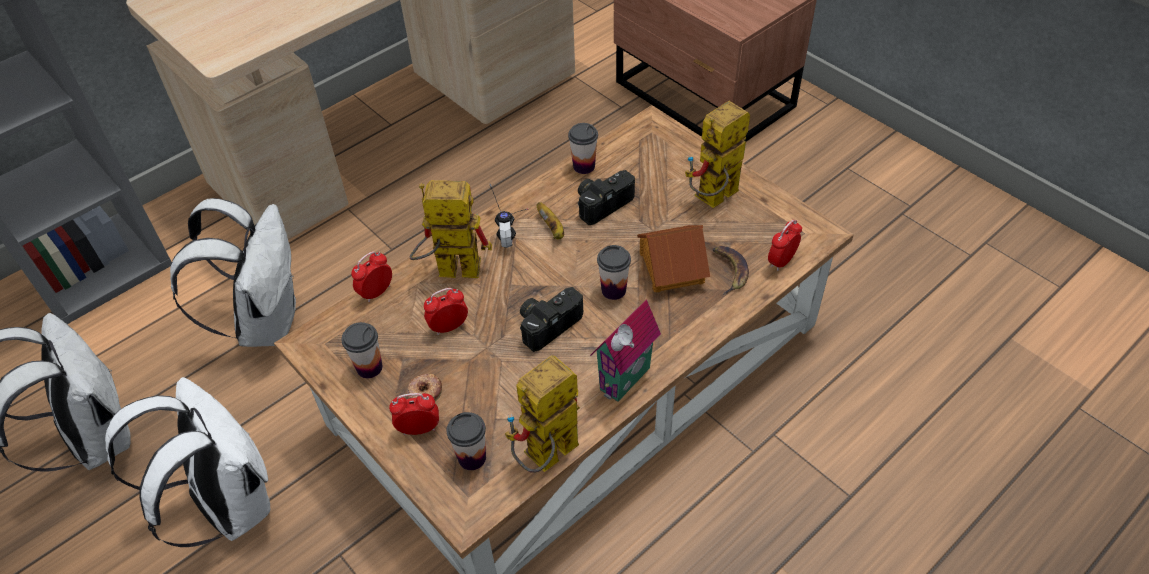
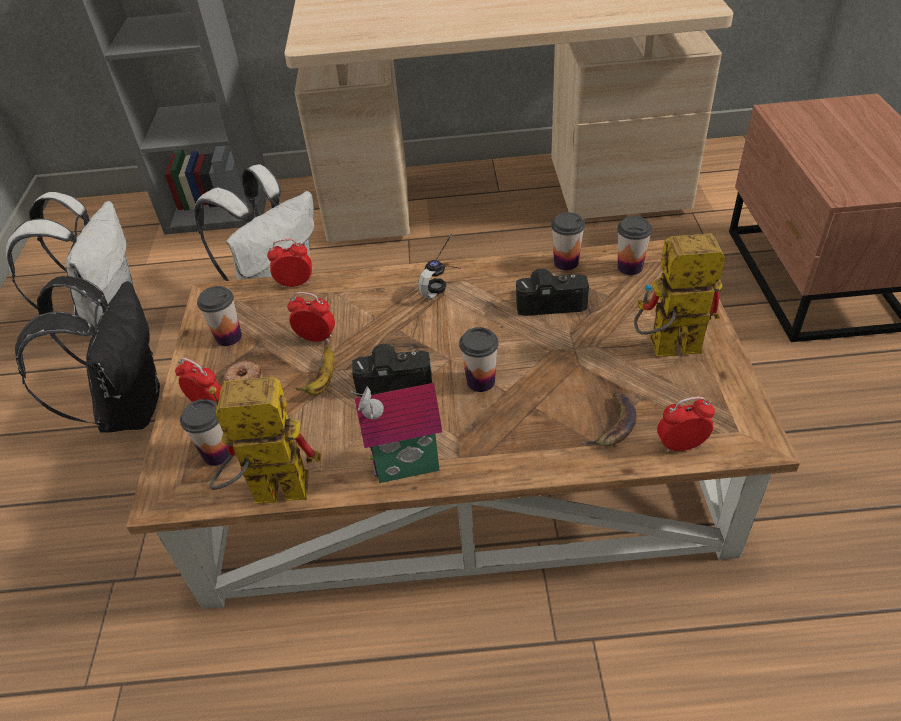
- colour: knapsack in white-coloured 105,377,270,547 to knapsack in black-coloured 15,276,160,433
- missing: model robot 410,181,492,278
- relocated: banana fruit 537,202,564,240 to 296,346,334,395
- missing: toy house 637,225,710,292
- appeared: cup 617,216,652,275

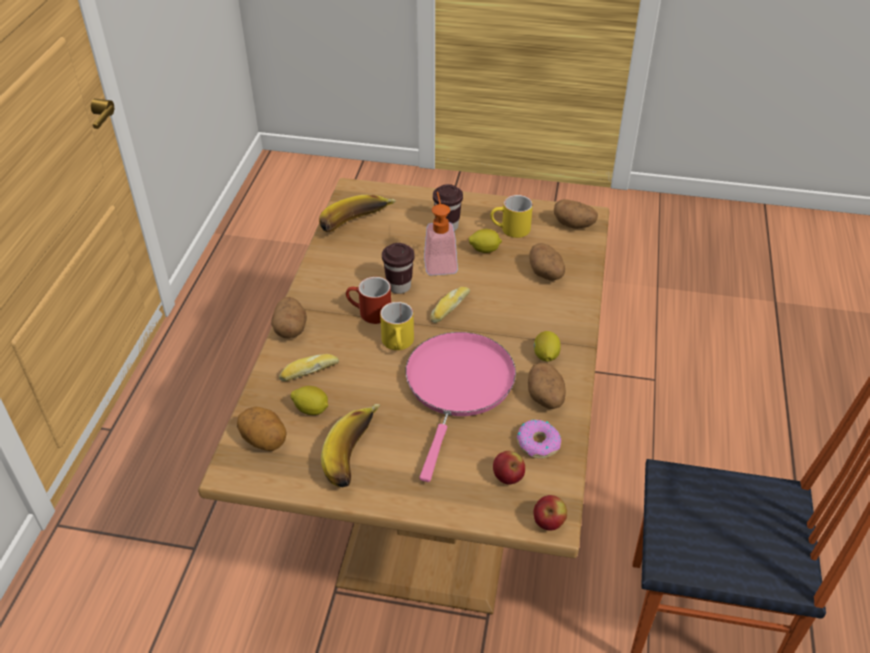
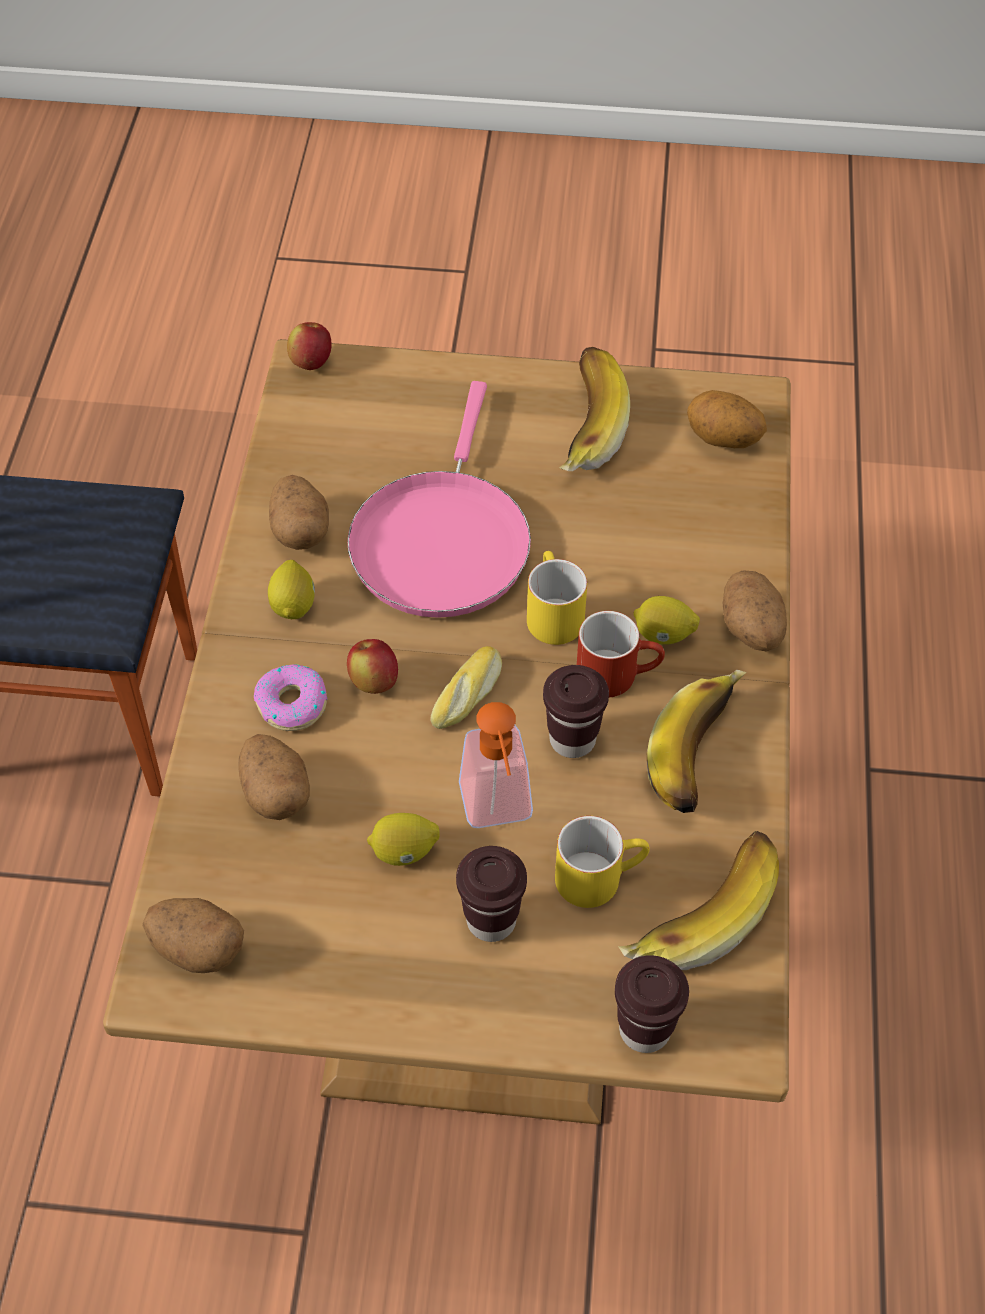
- missing: bakery bread 279,354,339,381
- relocated: lemon 291,386,328,415 to 634,596,700,645
- relocated: tea mug in yellow 490,195,533,238 to 555,816,650,908
- relocated: apple fruit 493,451,525,484 to 347,639,398,694
- relocated: donut 517,419,561,458 to 254,664,327,731
- appeared: cup in brown 615,955,689,1053
- appeared: banana fruit 647,670,747,813

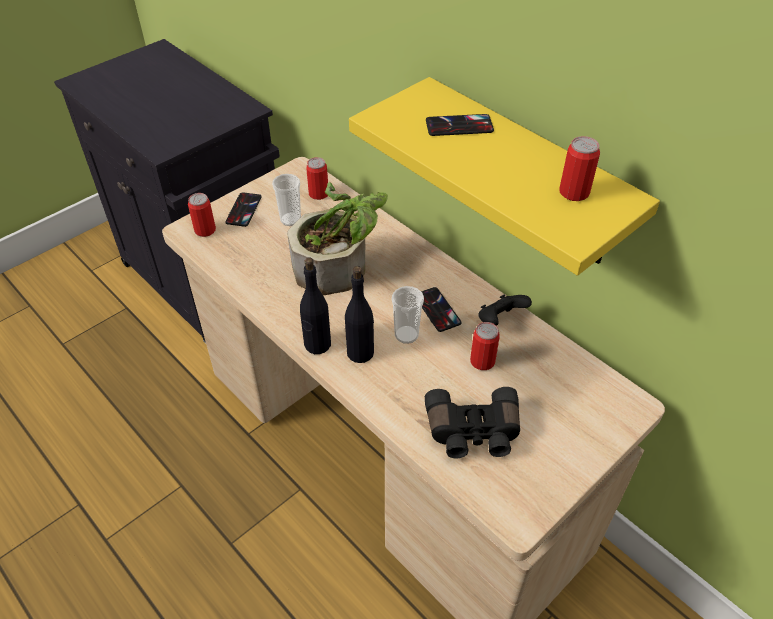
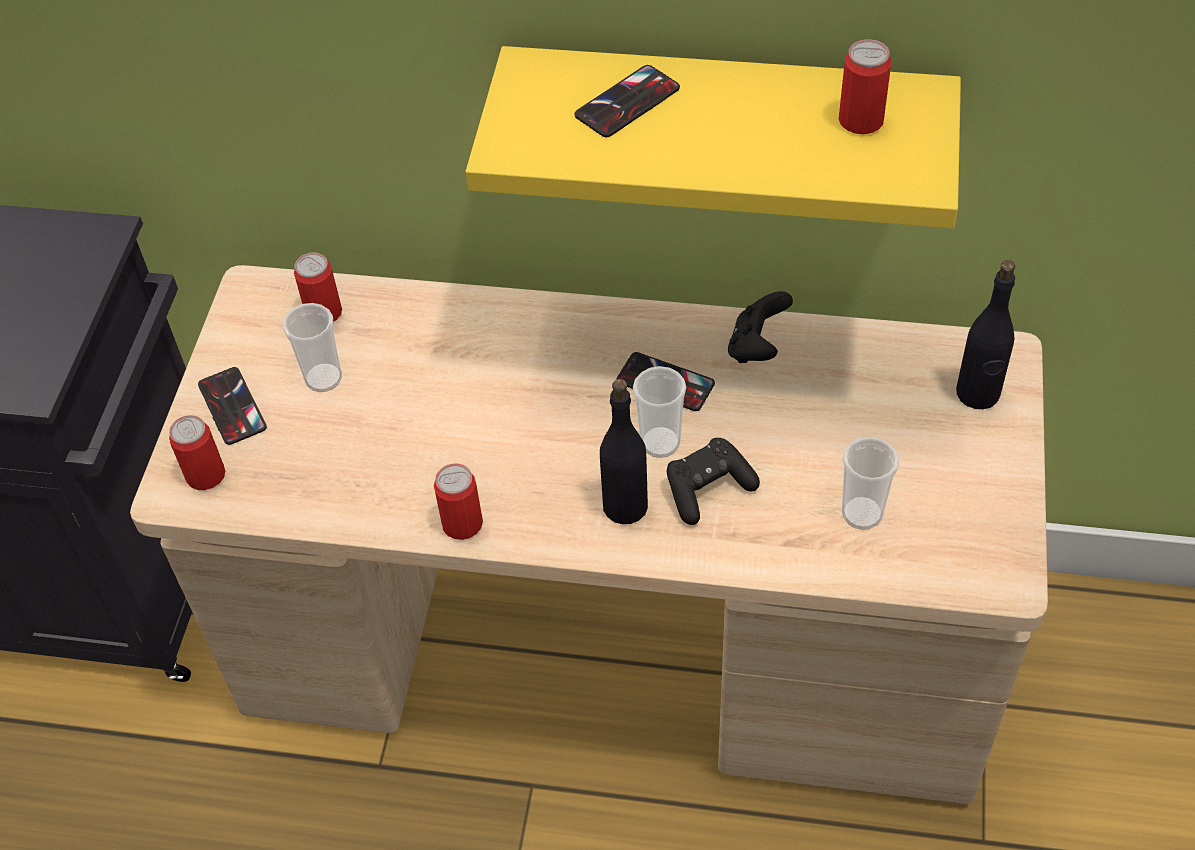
- missing: potted plant 287,182,388,296
- relocated: beverage bottle in black-coloured 300,258,331,354 to 956,260,1015,409
- exchanged: field glasses in black-coloured 425,387,520,459 to cup 842,437,899,530
- relocated: sealed can 470,322,500,370 to 434,463,483,540
- appeared: joypad in black-coloured 667,438,760,525

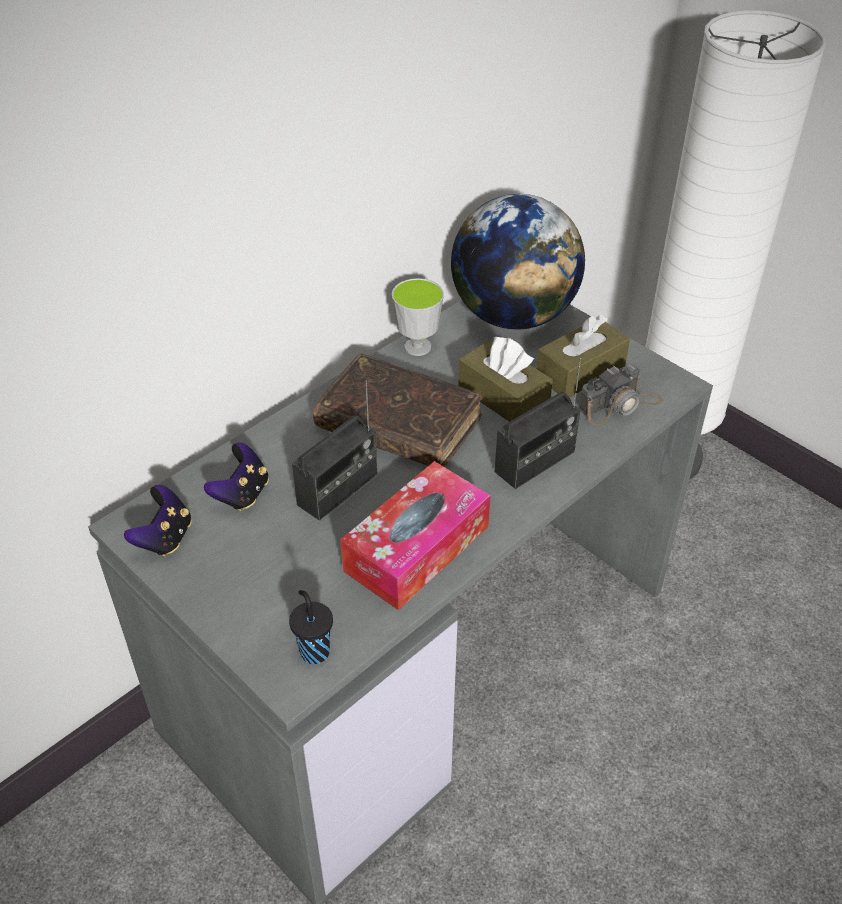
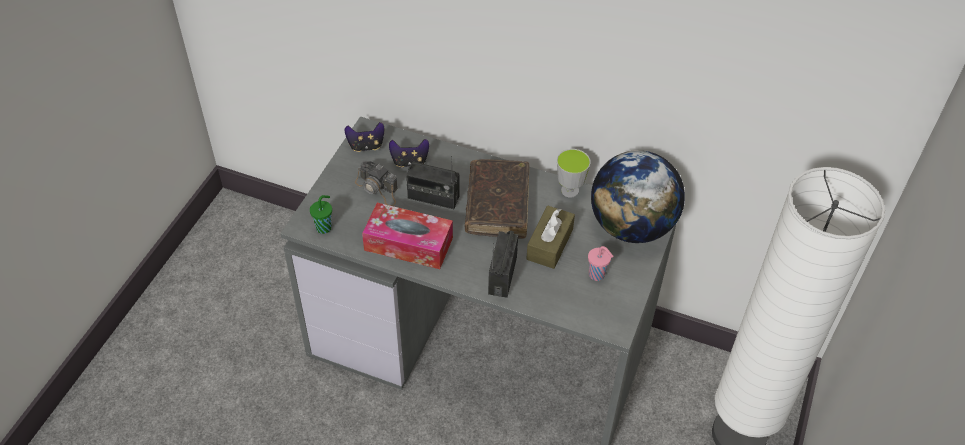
- colour: cup in black-coloured 289,590,333,664 to cup in greenish 310,195,332,234
- spun: radio 495,357,581,489 = 488,231,518,298 75 degrees clockwise
- exchanged: tissue box in brown 537,315,630,397 to cup in pinkish 588,246,613,281
- relocated: still camera 579,364,662,425 to 355,161,398,206

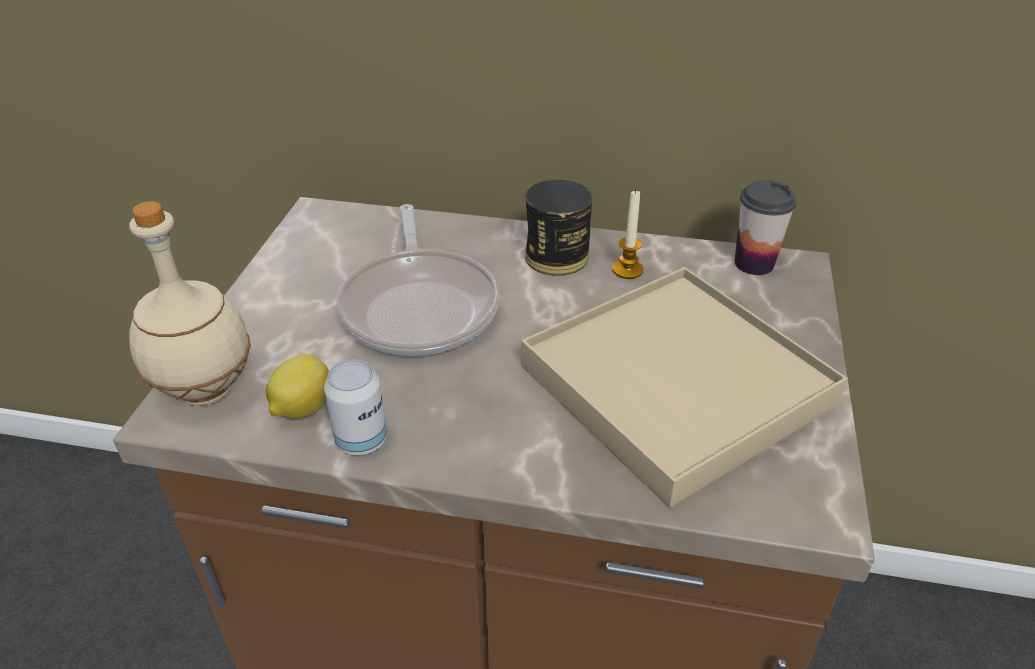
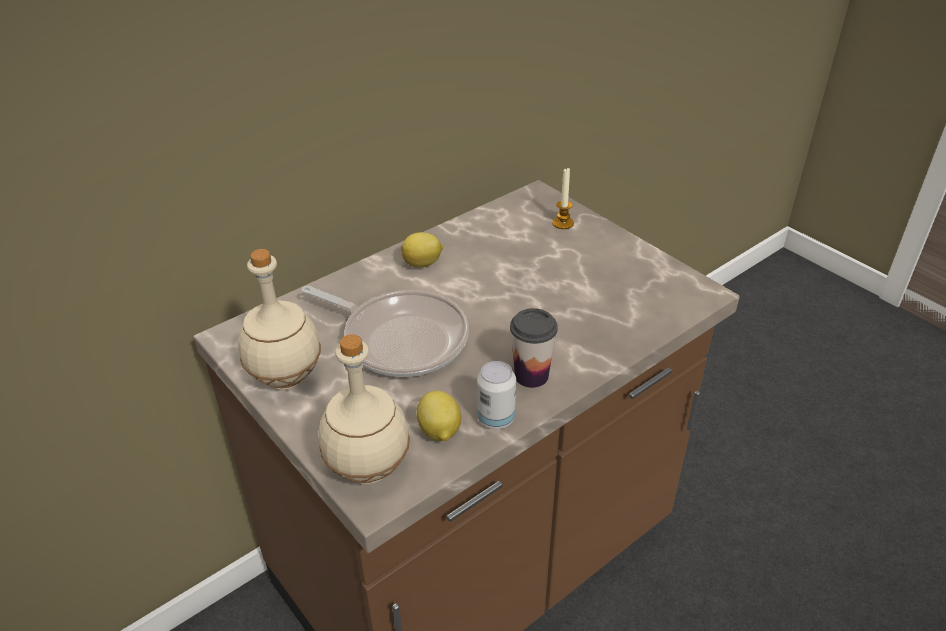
- missing: tray in beige-coloured 521,267,848,508
- exchanged: sealed can 525,180,592,276 to lemon 401,232,443,268
- relocated: candle 612,189,643,279 to 553,168,574,229
- relocated: cup 735,180,797,275 to 510,308,558,388
- appeared: beverage bottle in beige-coloured 238,249,321,391

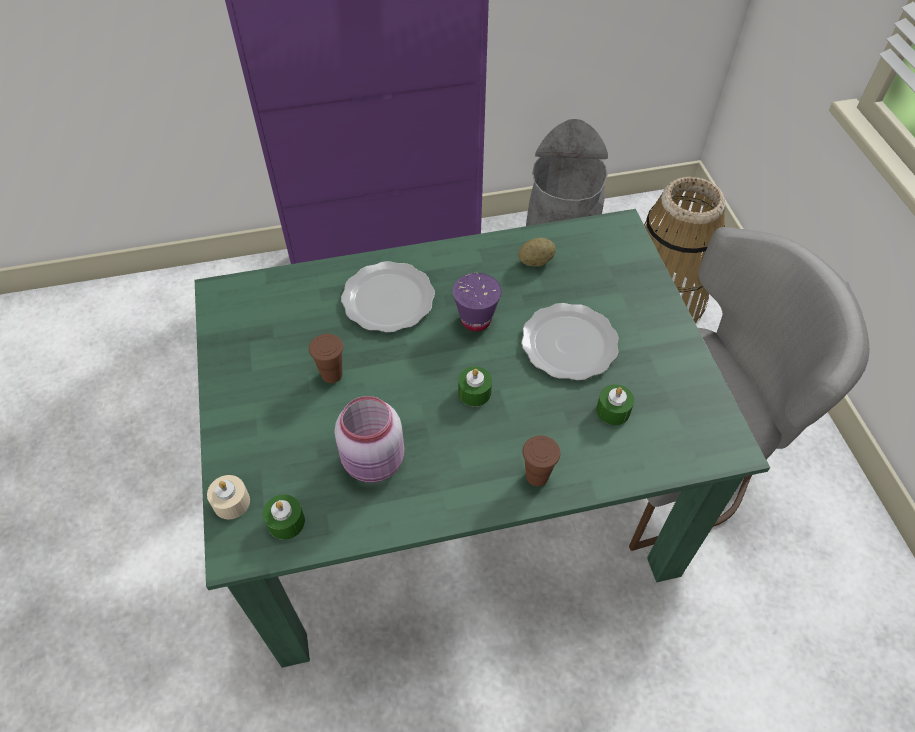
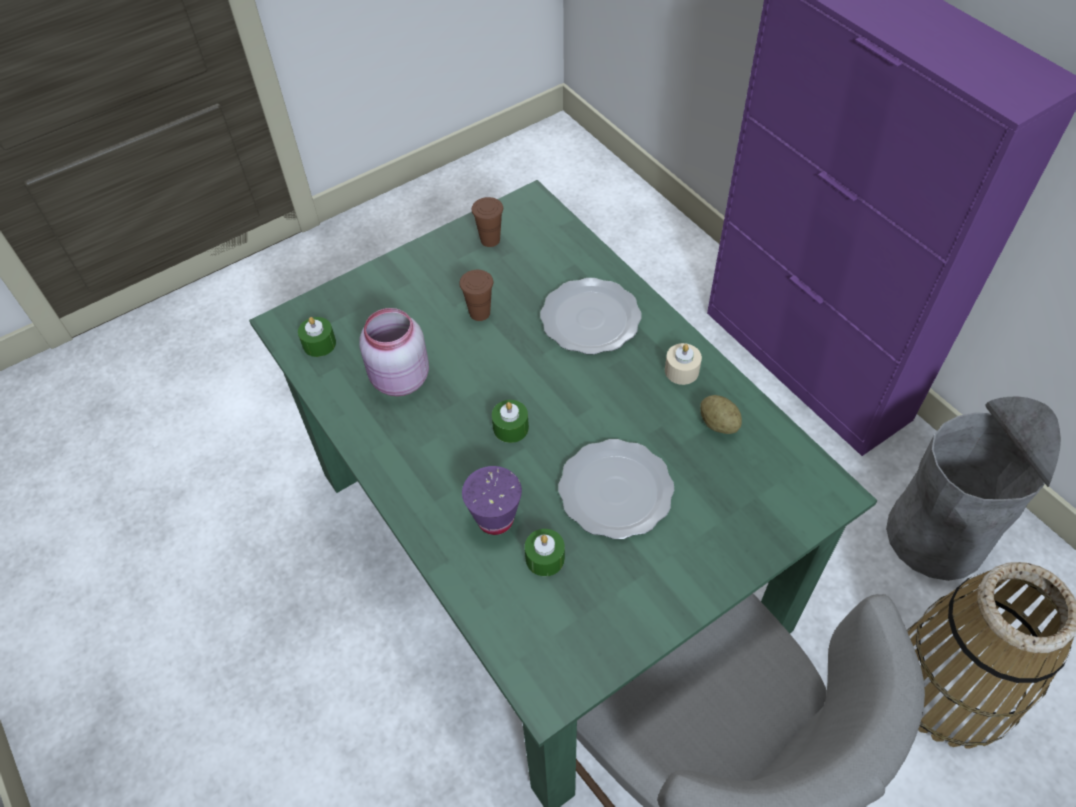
- relocated: candle in beige-coloured 207,475,250,519 to 665,343,702,385
- relocated: cup in purplish 453,273,501,331 to 462,466,522,535
- relocated: cup in brown 523,435,560,486 to 472,197,503,247

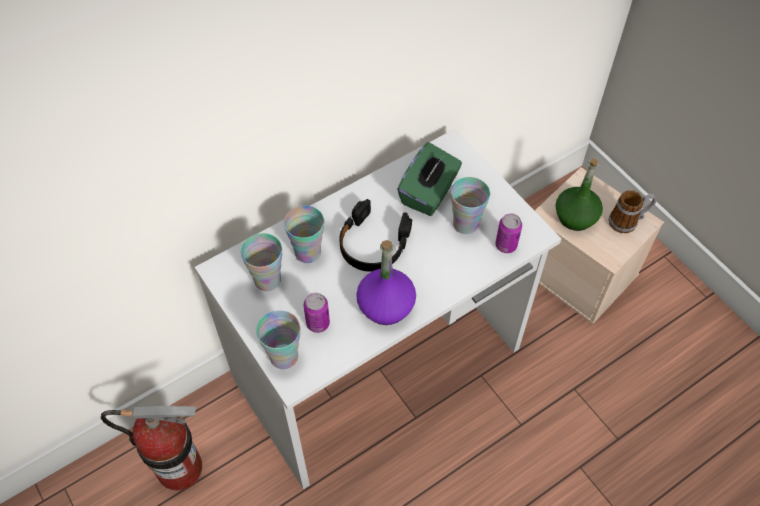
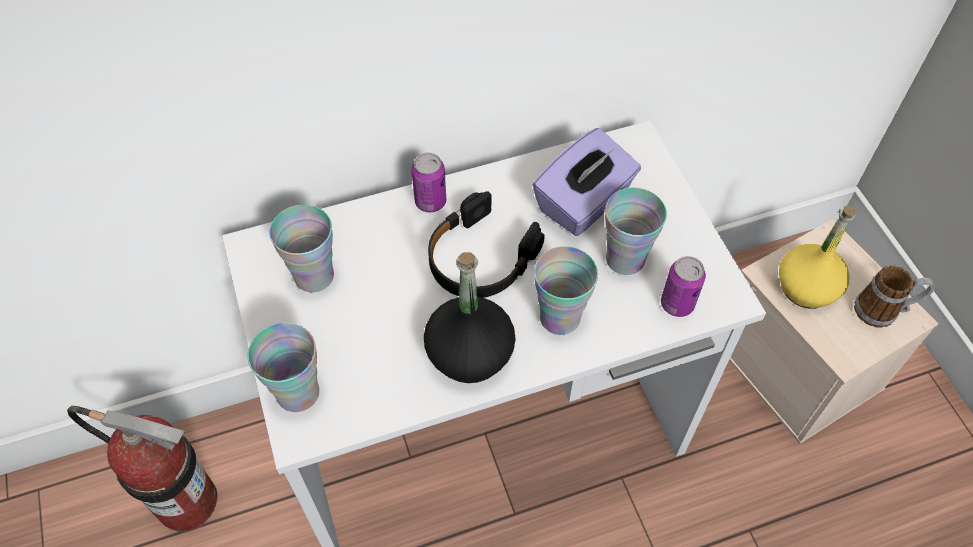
- relocated: cup 284,205,324,263 to 534,246,598,335
- relocated: sealed can 304,293,330,333 to 411,153,446,212
- colour: beverage bottle in purplish 356,240,416,325 to beverage bottle in black-coloured 424,252,516,383
- colour: tissue box in greenish 397,142,462,216 to tissue box in purplish 533,128,641,236
- colour: beverage bottle in greenish 555,158,603,231 to beverage bottle in yellow 779,205,855,309

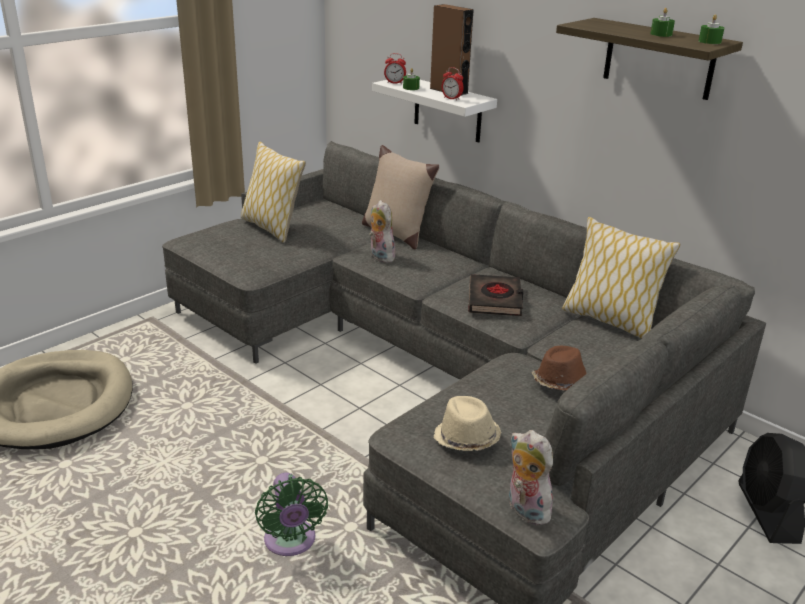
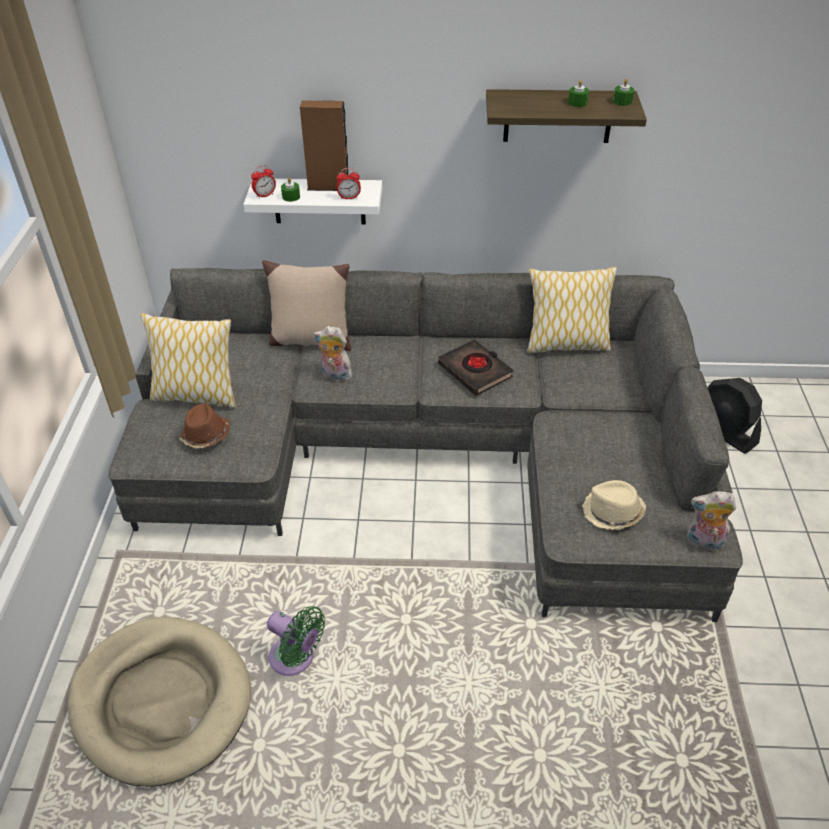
- relocated: electric fan in greenish 255,473,328,556 to 267,606,325,676
- relocated: wearable hat in brown 532,346,587,390 to 179,403,230,448

